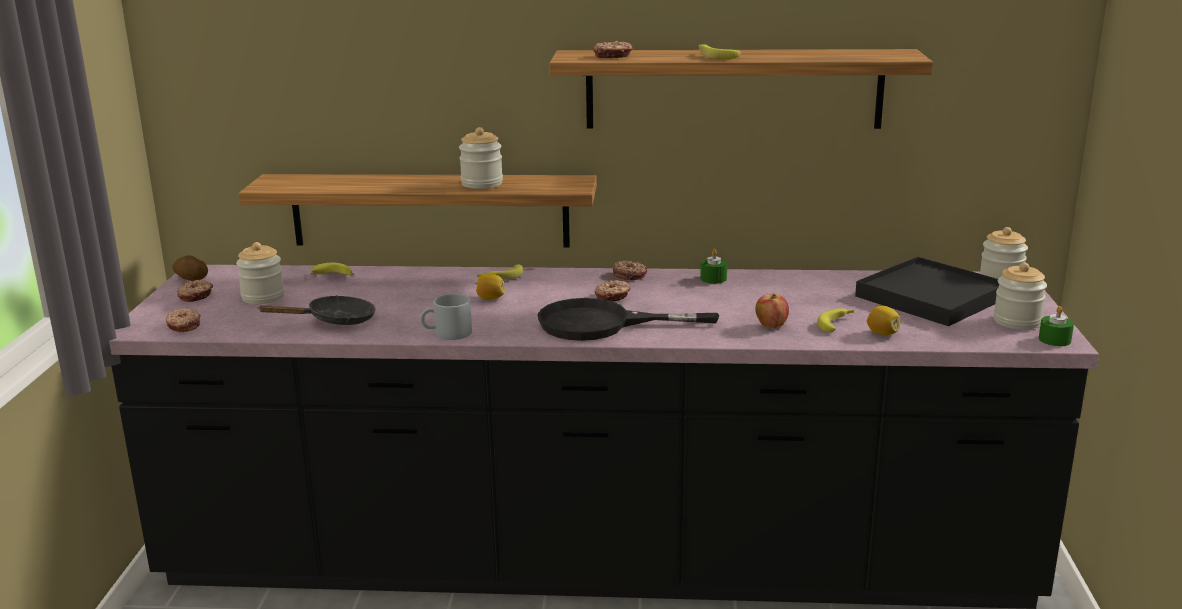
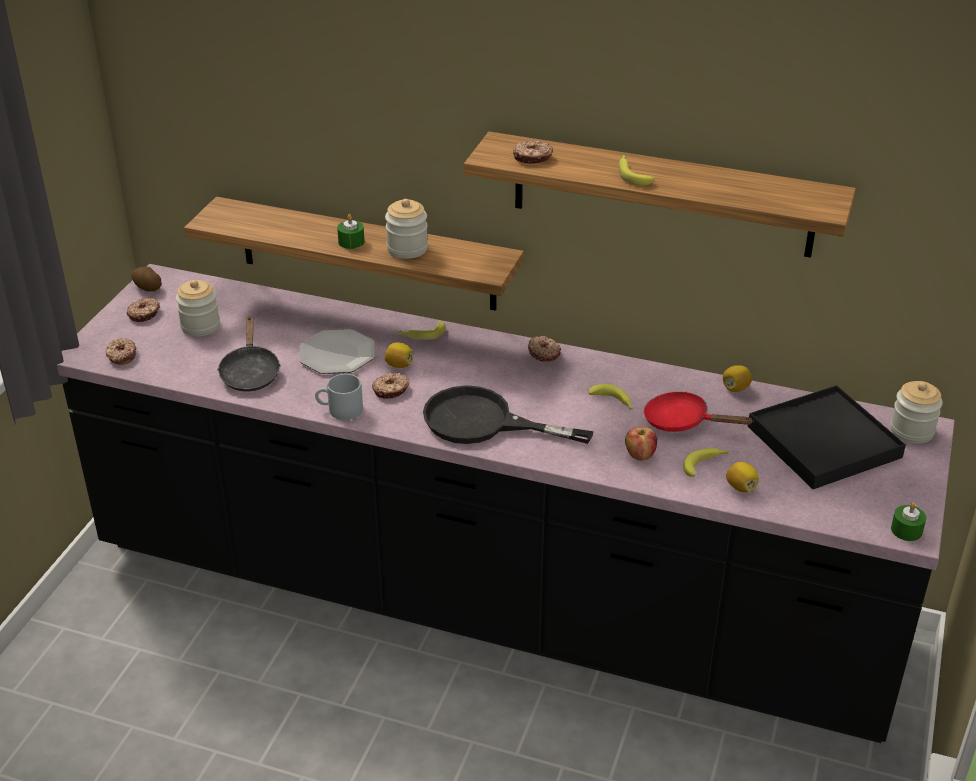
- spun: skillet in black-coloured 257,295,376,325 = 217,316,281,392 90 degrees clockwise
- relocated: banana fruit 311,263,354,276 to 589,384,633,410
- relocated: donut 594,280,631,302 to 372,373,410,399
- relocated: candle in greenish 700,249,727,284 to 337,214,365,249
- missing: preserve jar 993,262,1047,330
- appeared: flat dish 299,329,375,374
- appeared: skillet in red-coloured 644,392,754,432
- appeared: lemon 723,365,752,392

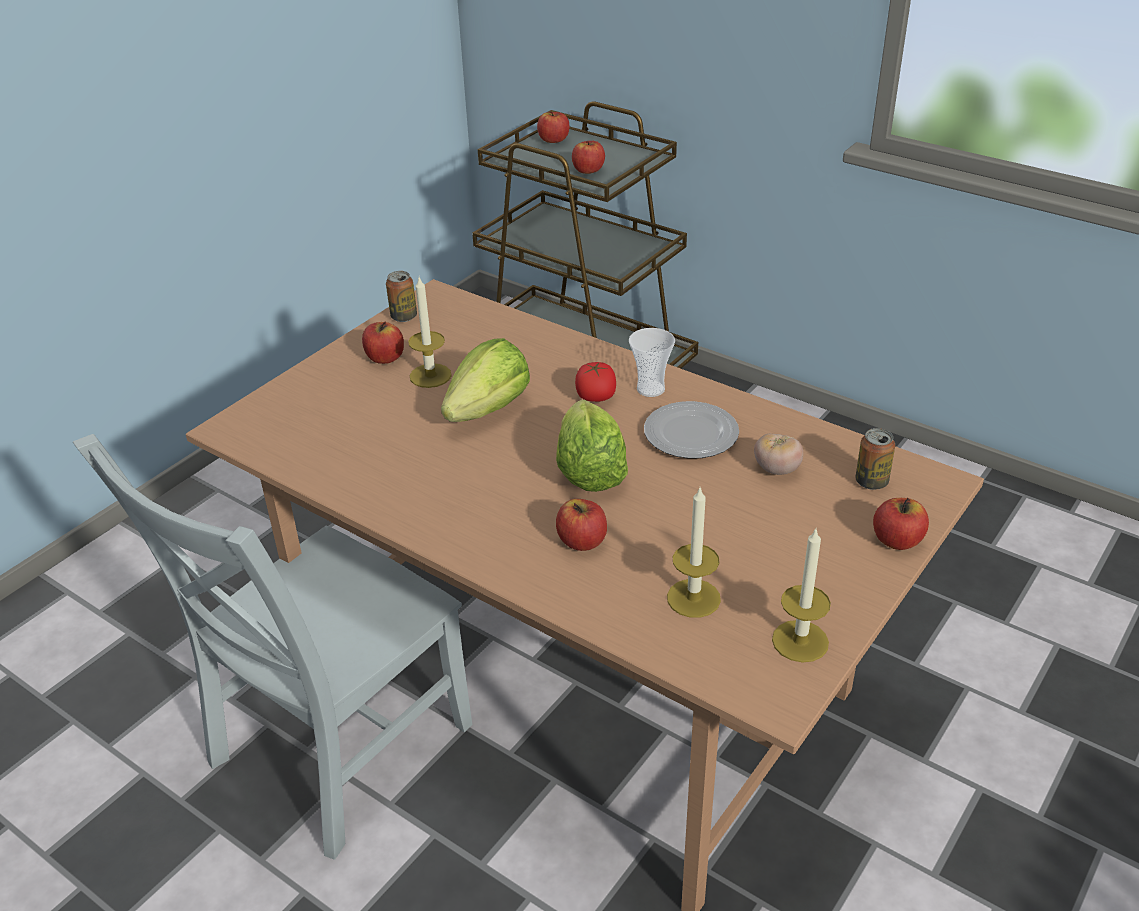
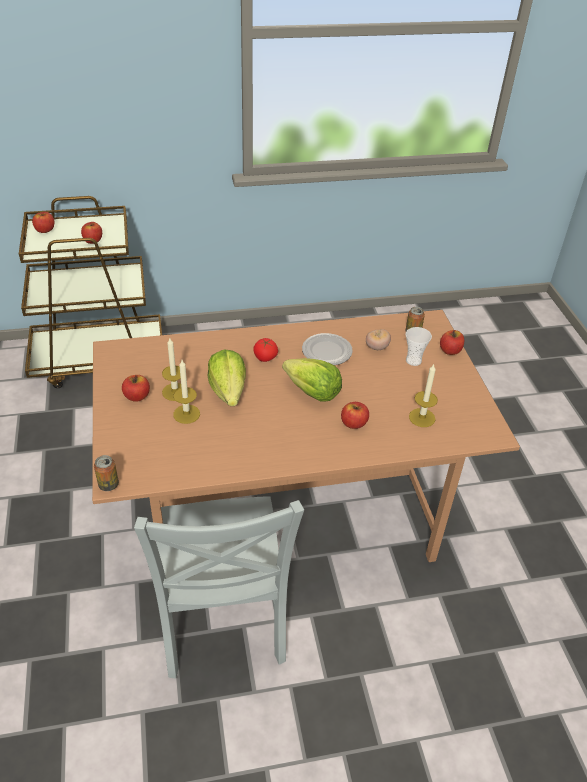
- relocated: sealed can 386,271,417,322 to 94,455,119,491
- relocated: cup 629,328,675,397 to 405,327,432,366
- relocated: candle 772,527,831,663 to 173,360,200,424

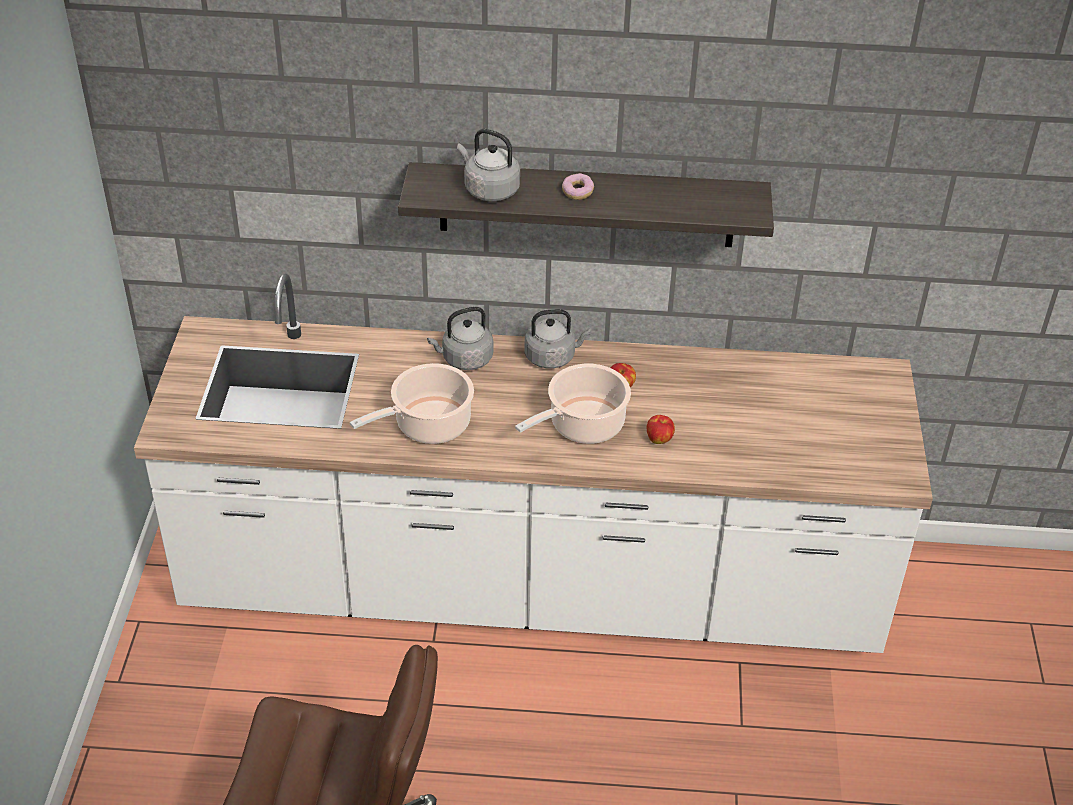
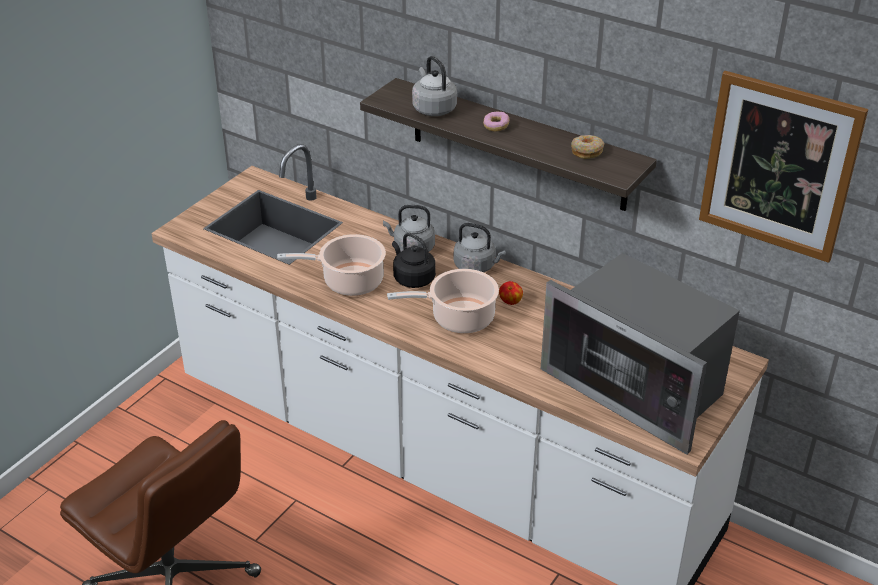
- missing: apple fruit 647,415,675,444
- appeared: kettle in black-coloured 392,233,436,288
- appeared: kitchen microwave 541,253,740,455
- appeared: donut 571,135,605,159
- appeared: wall art 699,71,868,263

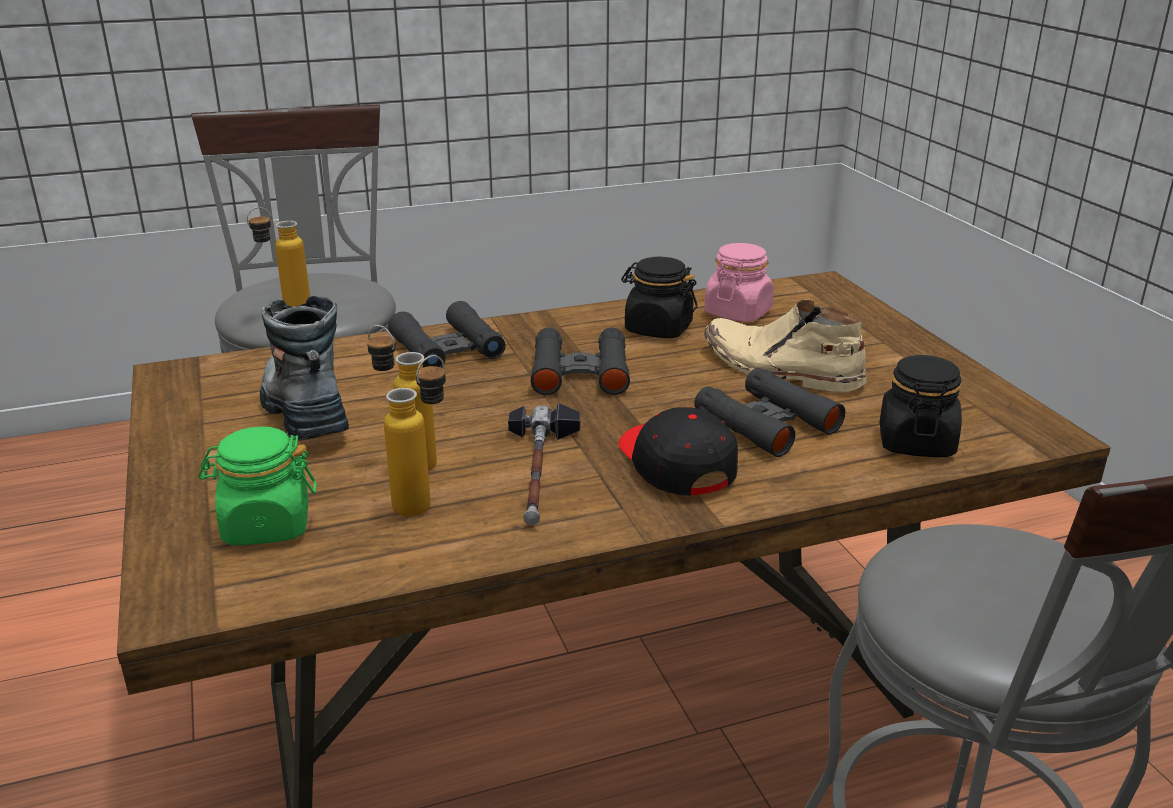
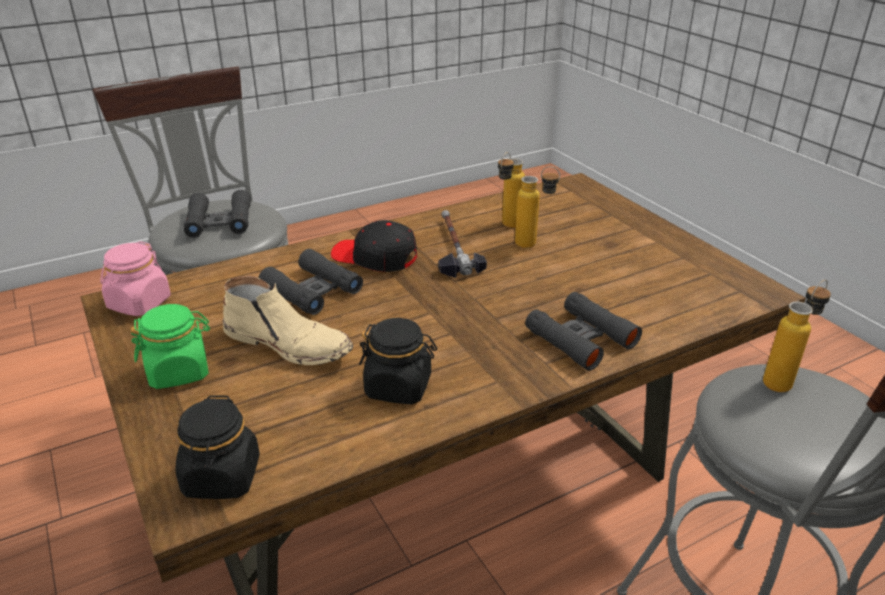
- relocated: preserve jar in greenish 198,427,317,545 to 130,304,210,389
- missing: tall boot 260,296,349,440
- relocated: field glasses in black-coloured 531,327,630,395 to 184,190,251,238
- spun: cap in black-coloured 619,407,738,496 = 331,220,417,272 150 degrees clockwise
- relocated: preserve jar in pinkish 704,243,774,322 to 100,241,171,316
- relocated: preserve jar in black-coloured 880,355,962,457 to 176,395,260,499

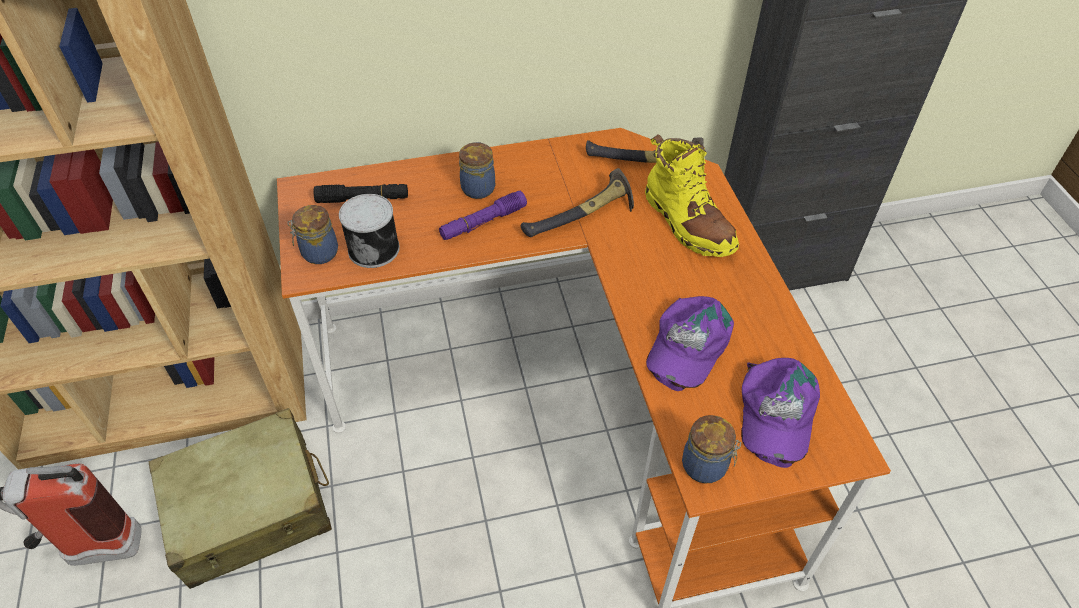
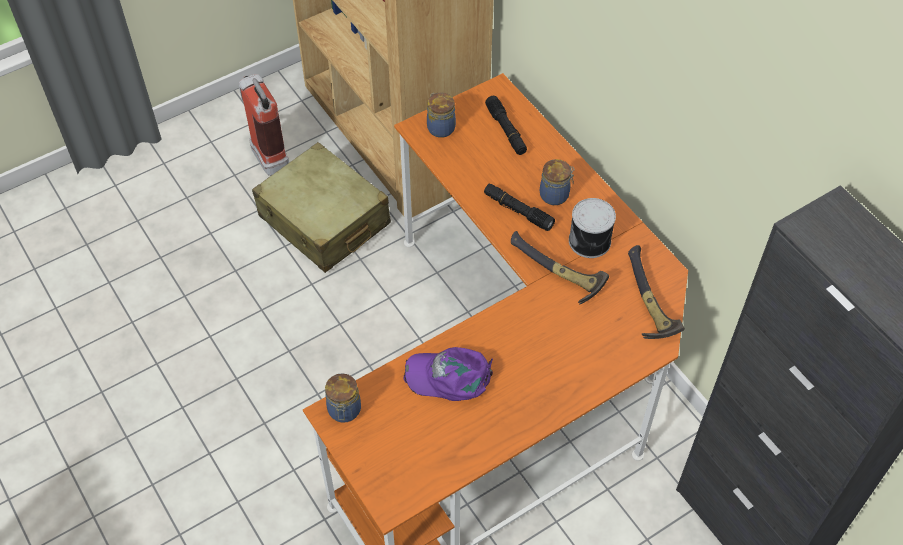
- relocated: sealed can 339,194,400,268 to 569,198,616,258
- colour: torch in purplish 439,191,527,240 to torch in black-coloured 484,183,555,231
- missing: tall boot in yellow 645,134,739,257
- missing: cap in purplish 741,358,820,468

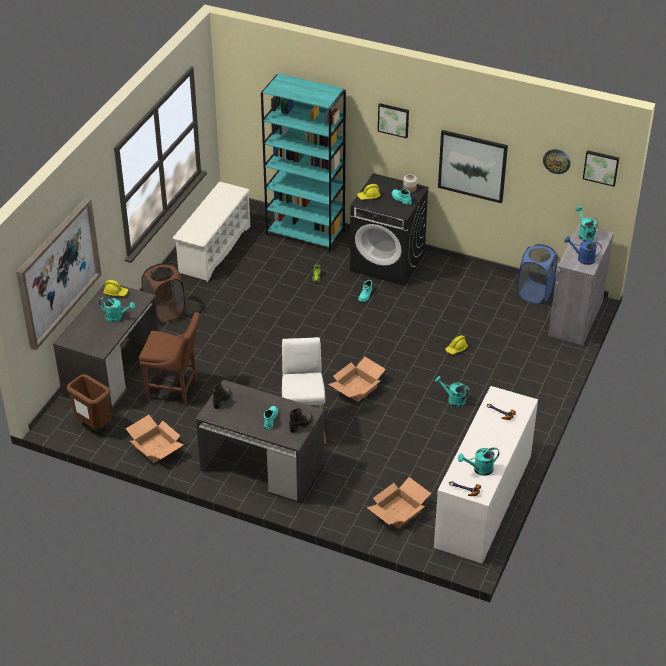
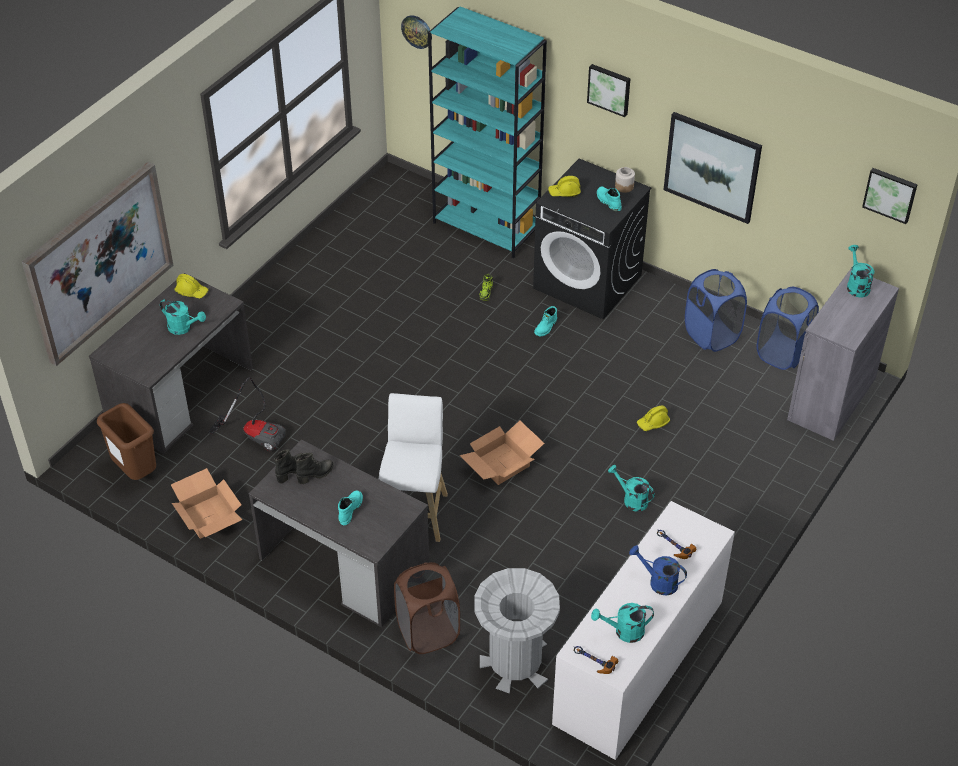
- exchanged: chair in brown 139,312,200,406 to hoover 208,377,286,451
- relocated: hamper in brown 141,263,185,323 to 394,562,460,654
- missing: shoe shelf in white-coloured 173,181,250,282
- relocated: tall boot in black-coloured 289,408,313,433 to 295,452,334,484
- exchanged: cardboard box 367,477,431,529 to trash can in grey 475,568,560,694
- relocated: clock on the wall 543,149,570,174 to 401,15,432,49
- relocated: watering can in blue 564,236,602,265 to 629,545,687,596
- appeared: hamper in blue 685,269,747,352

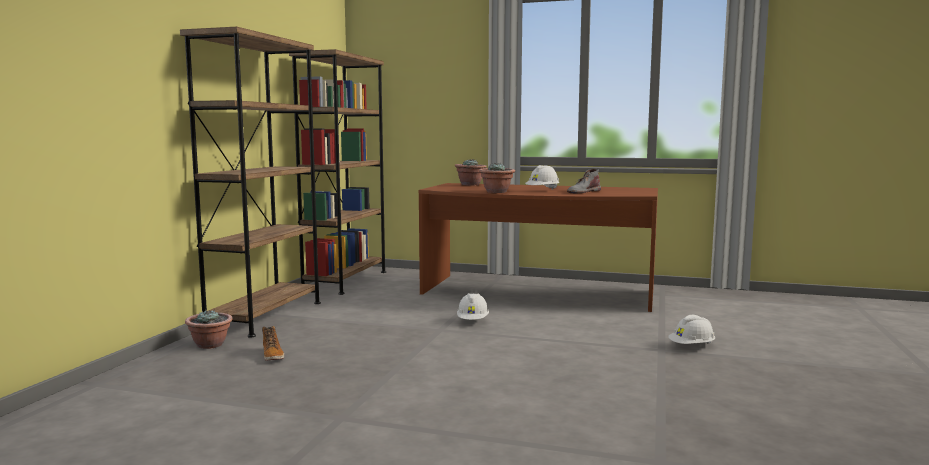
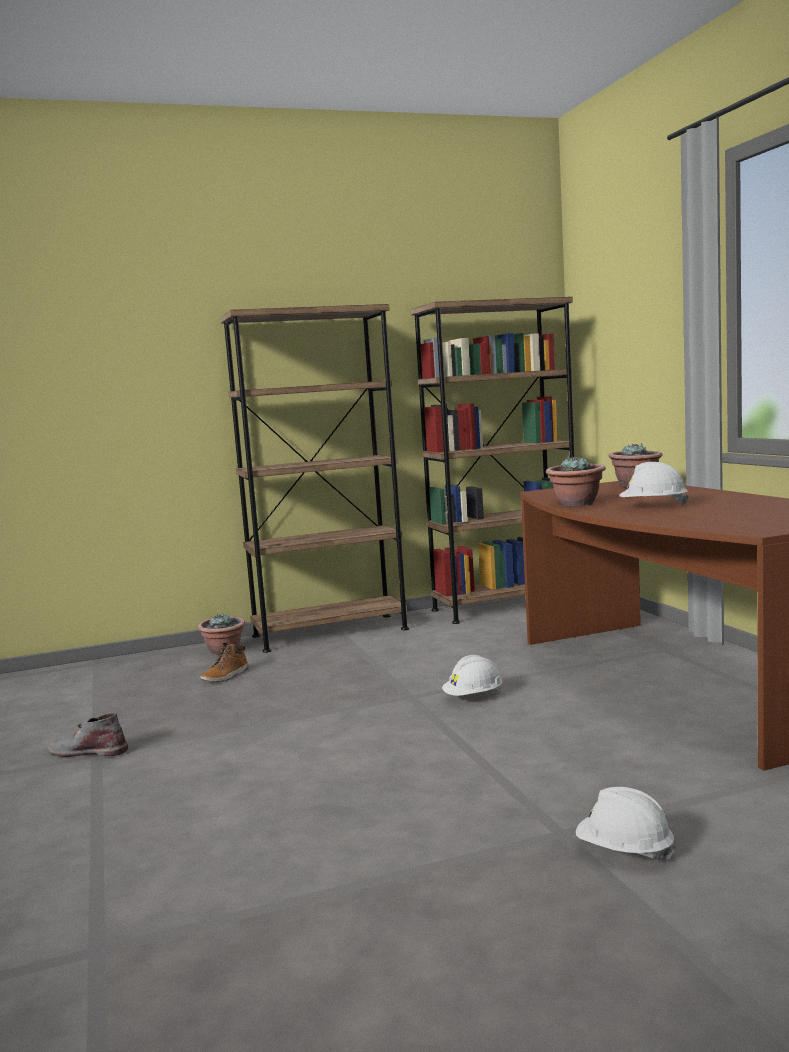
- relocated: tall boot in grey 567,169,601,193 to 48,712,128,757

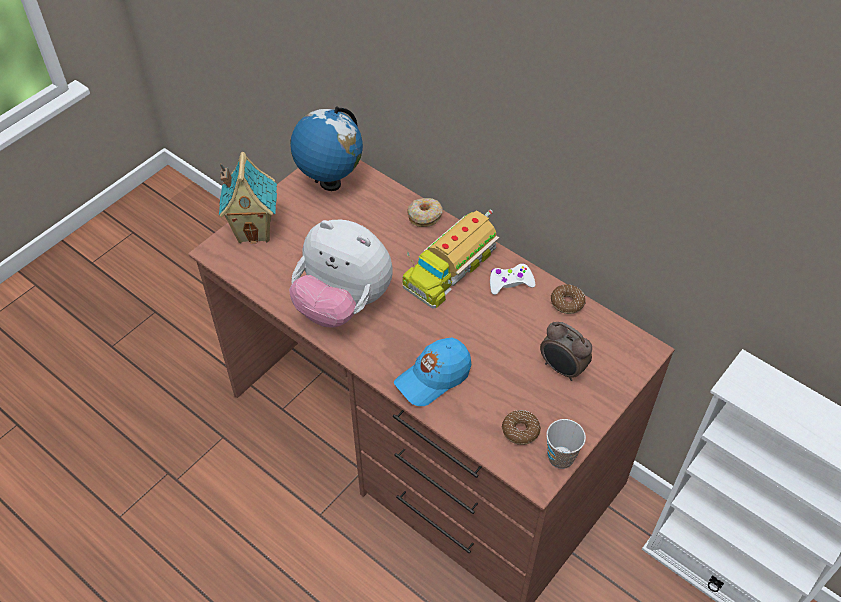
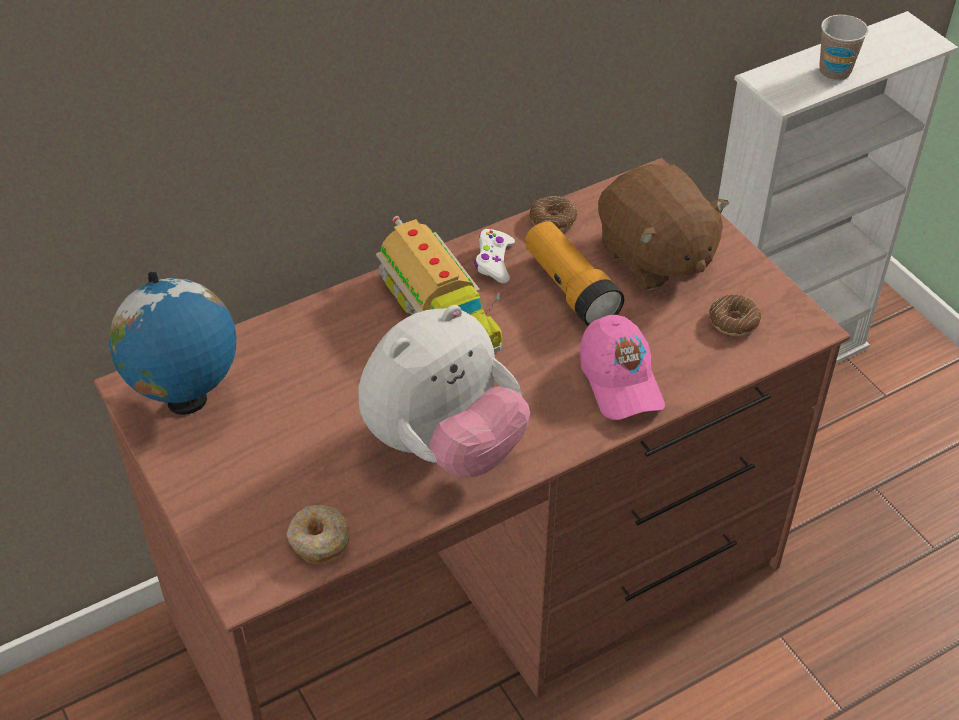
- missing: toy house 219,152,277,244
- colour: cap in blue 394,338,471,406 to cap in pinkish 580,315,665,420
- relocated: donut 407,198,443,227 to 287,505,350,564
- exchanged: table clock 540,322,592,381 to plush toy in brown 598,164,729,290
- relocated: cup 546,419,586,469 to 819,15,868,81
- appeared: torch 526,221,624,326

